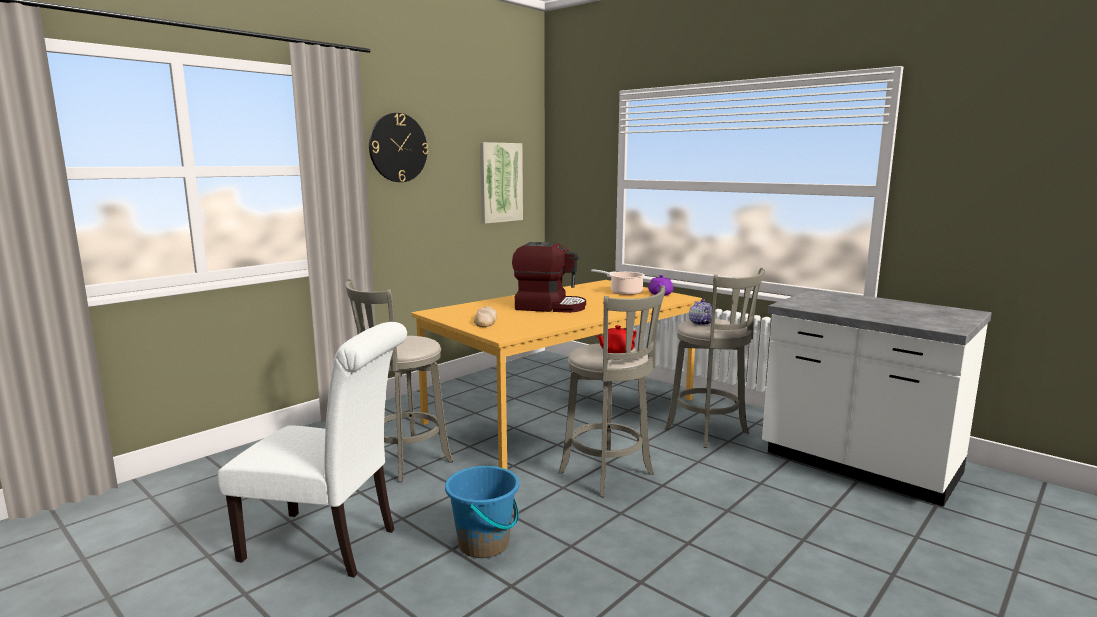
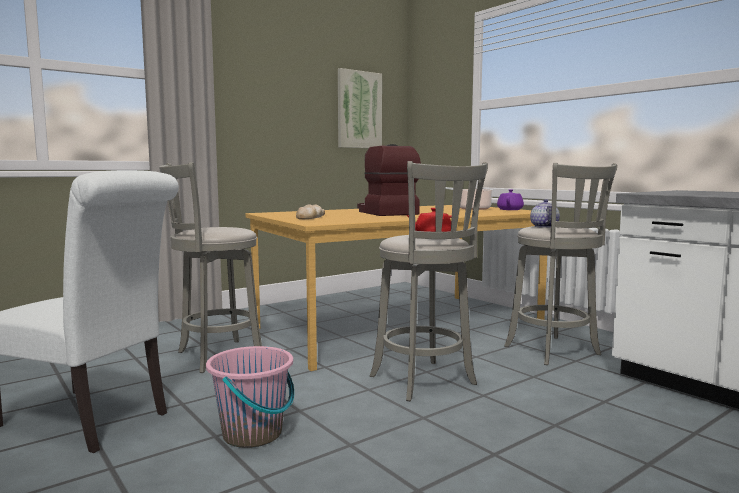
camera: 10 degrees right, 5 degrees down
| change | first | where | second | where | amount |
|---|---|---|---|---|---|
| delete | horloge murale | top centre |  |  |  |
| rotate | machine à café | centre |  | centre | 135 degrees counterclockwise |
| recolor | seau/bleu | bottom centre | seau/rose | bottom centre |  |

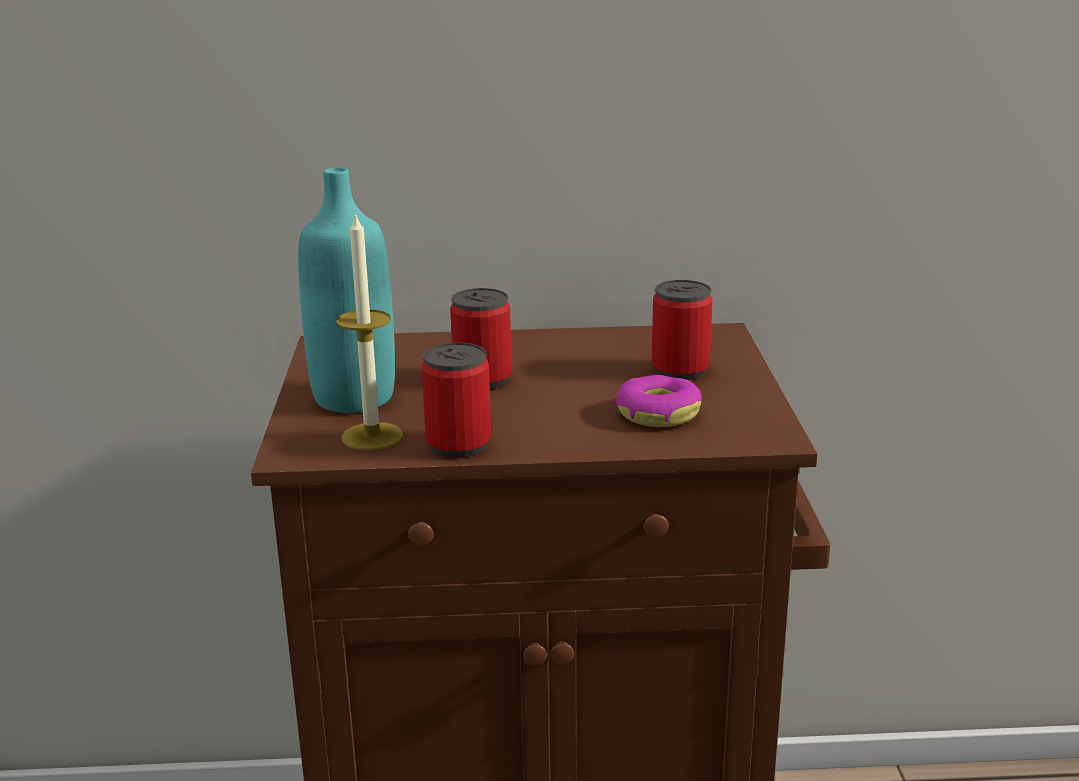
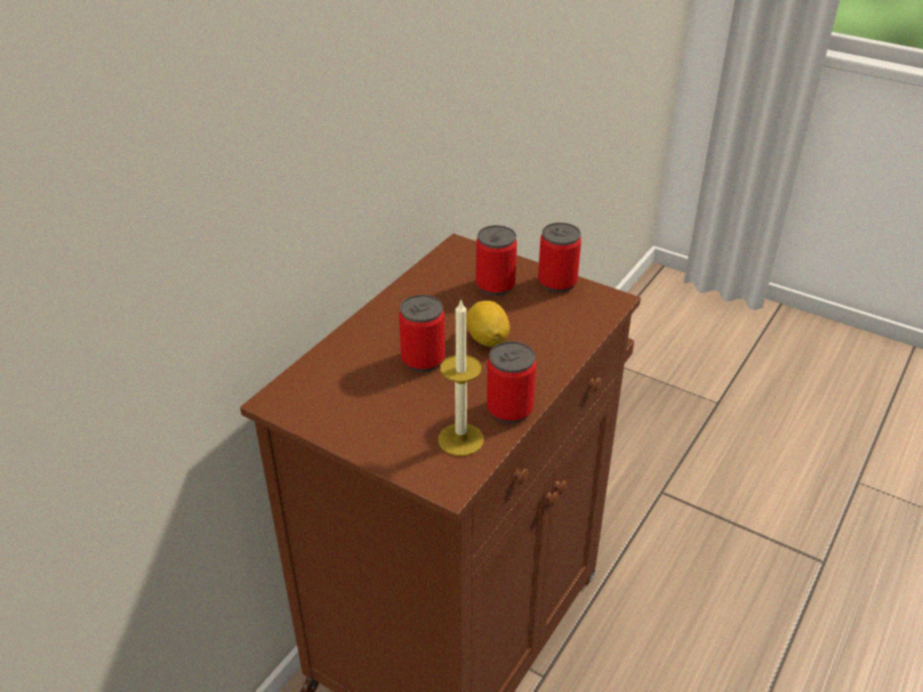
camera: 55 degrees left, 15 degrees up
| change | first | where | second | where | amount |
|---|---|---|---|---|---|
| delete | bouteille/turquoise | middle left |  |  |  |
| delete | beignet | centre |  |  |  |
| insert |  |  | boîte métallique (4th from left) | centre |  |
| insert |  |  | citron | centre |  |

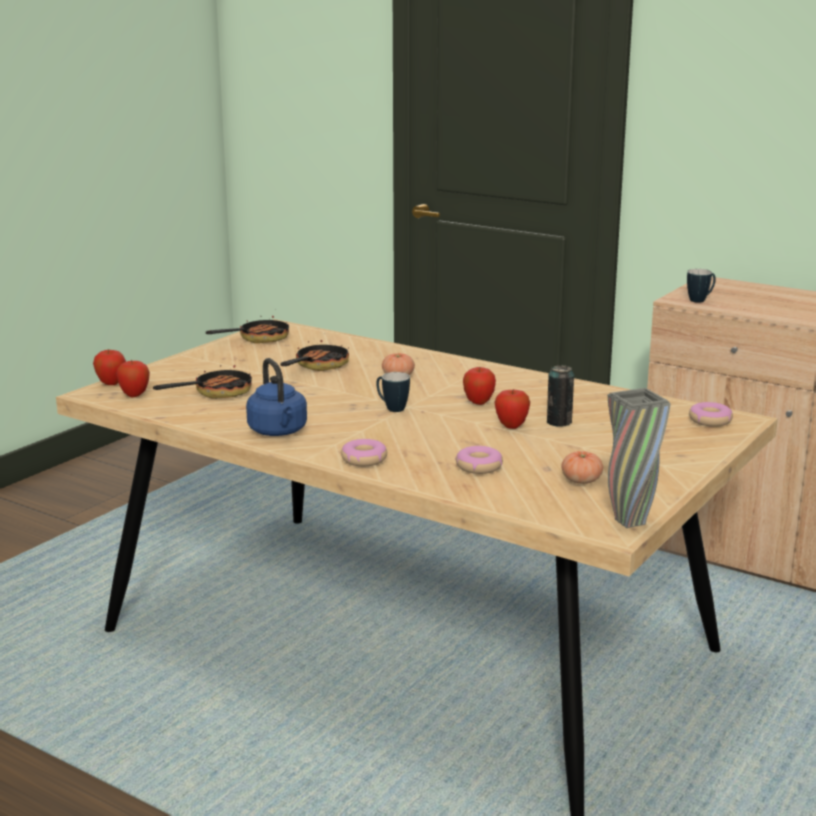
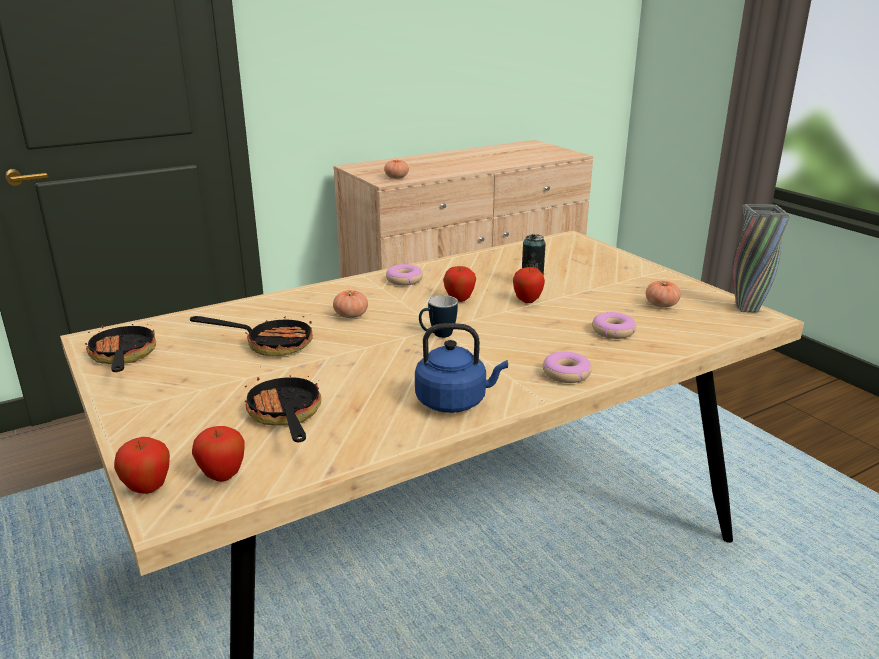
camera: 65 degrees left, 5 degrees up
| change | first | where | second | where | amount |
|---|---|---|---|---|---|
| replace | mug (2nd from left) | middle right | tomate (2nd from left) | top centre |  |
| rotate | poêle (3rd from left in the first image) | centre | poêle (2nd from left) | middle left | 135 degrees clockwise |
| move | beignet (3rd from left in the first image) | middle right | beignet (1st from left) | centre |  |

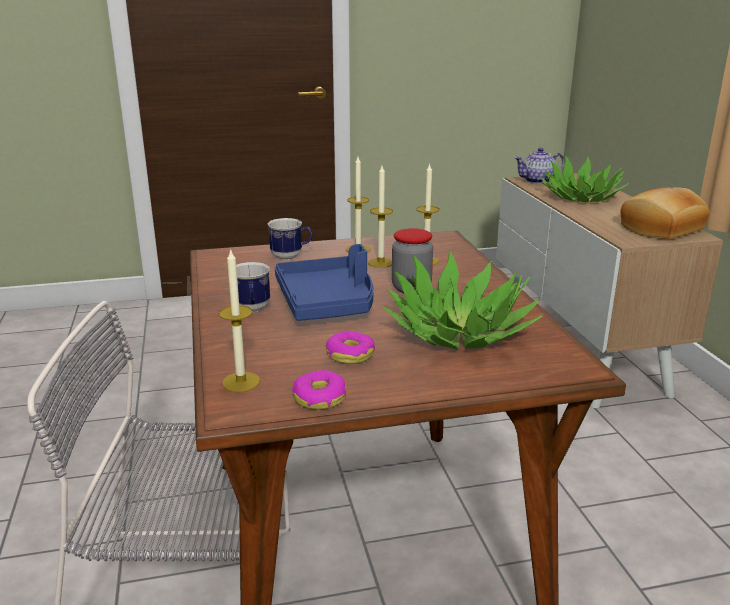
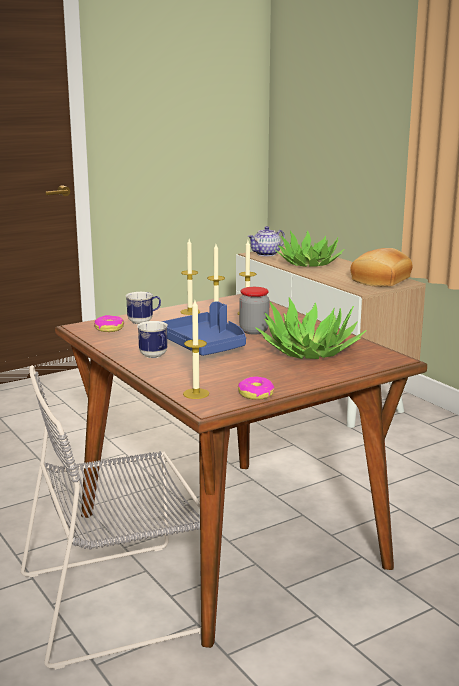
camera: 20 degrees left, 5 degrees down
| change | first | where | second | where | amount |
|---|---|---|---|---|---|
| move | beignet (2nd from left in the first image) | centre | beignet (1st from left) | middle left |  |

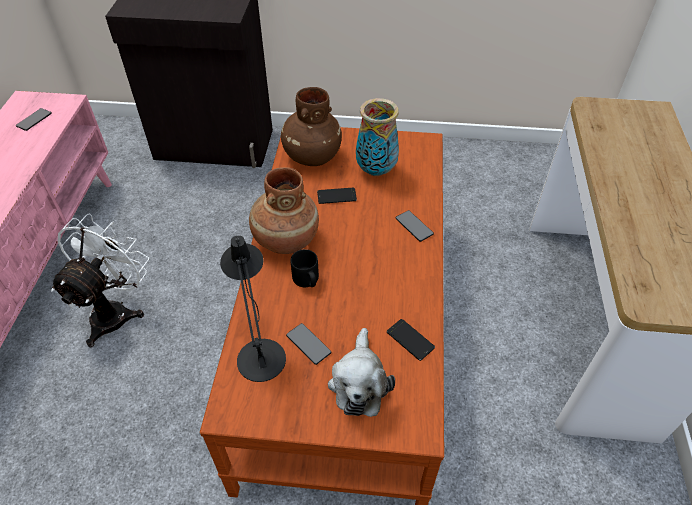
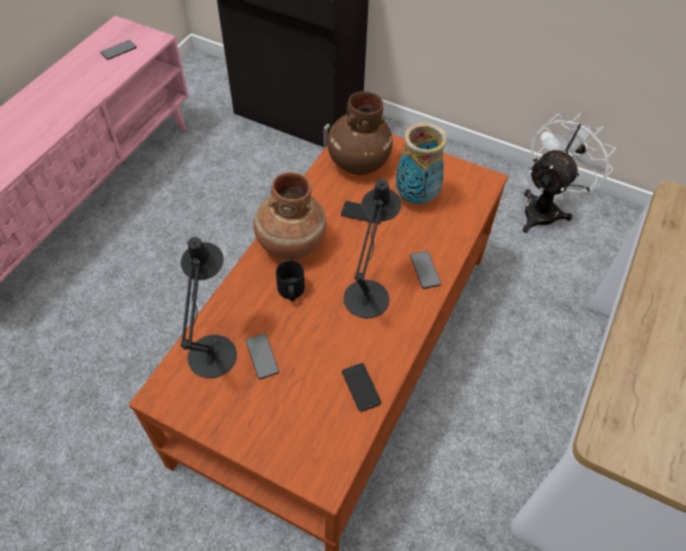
camera: 20 degrees right, 5 degrees up
| change | first | where | second | where | amount |
|---|---|---|---|---|---|
| move | ventilateur/blanc | middle left |  | top right |  |
| delete | peluche | bottom centre |  |  |  |
| insert |  |  | lampe de table/noir (2nd from left) | centre |  |

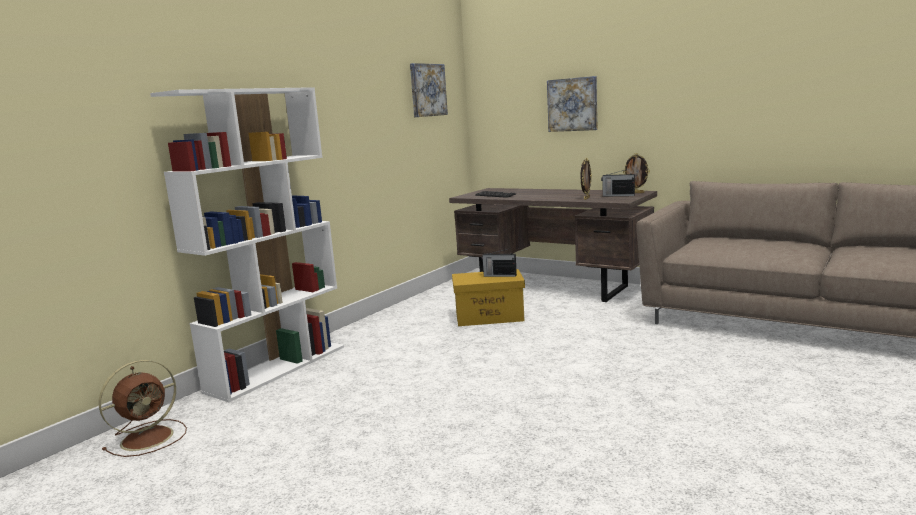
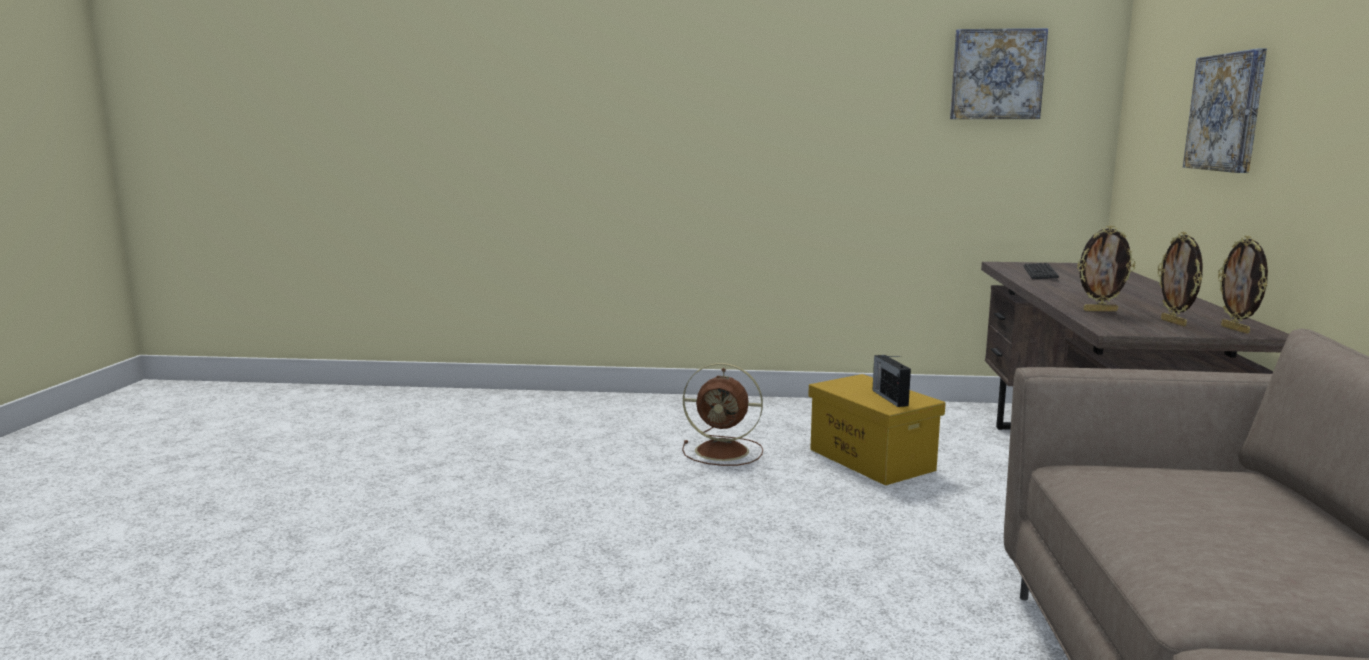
camera: 60 degrees right, 0 degrees up
| change | first | where | second | where | amount |
|---|---|---|---|---|---|
| delete | bibliothèque/blanc | middle left |  |  |  |
| replace | radio (2nd from left) | middle right | cadre photo (2nd from left) | middle right |  |
| move | ventilateur/marron | bottom left |  | centre |  |

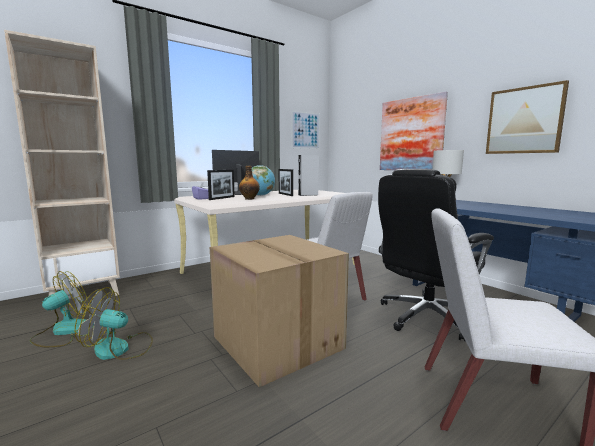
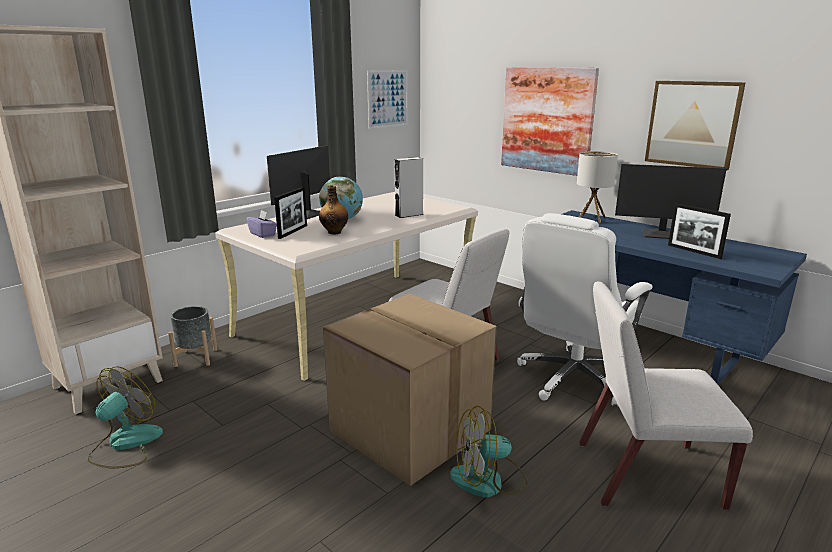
camera: 10 degrees left, 10 degrees up
| change | first | where | second | where | amount |
|---|---|---|---|---|---|
| move | cadre photo (2nd from left) | centre |  | middle right |  |
| recolor | chaise de bureau/noir | middle right | chaise de bureau/blanc | middle right |  |
| move | ventilateur (2nd from left) | bottom left |  | bottom centre |  |
| insert |  |  | écran d'ordinateur (2nd from left) | middle right |  |
| insert |  |  | cache-pot/gris | middle left |  |

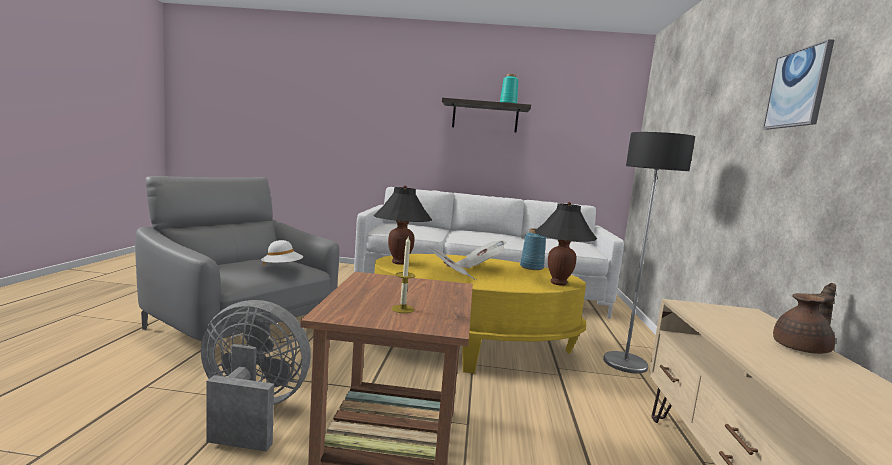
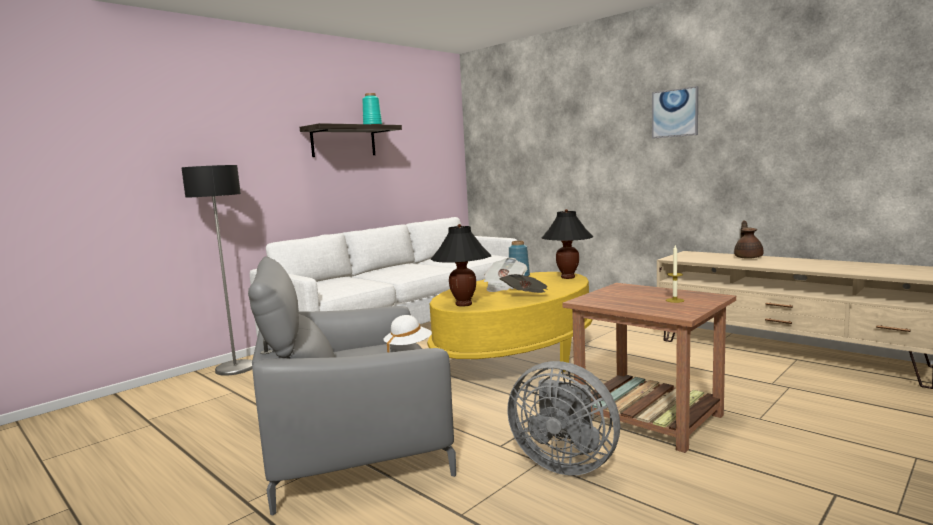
camera: 50 degrees left, 0 degrees up
| change | first | where | second | where | amount |
|---|---|---|---|---|---|
| move | lampadaire | middle right |  | middle left |  |
| rotate | ventilateur/gris | bottom left |  | bottom centre | 105 degrees counterclockwise |

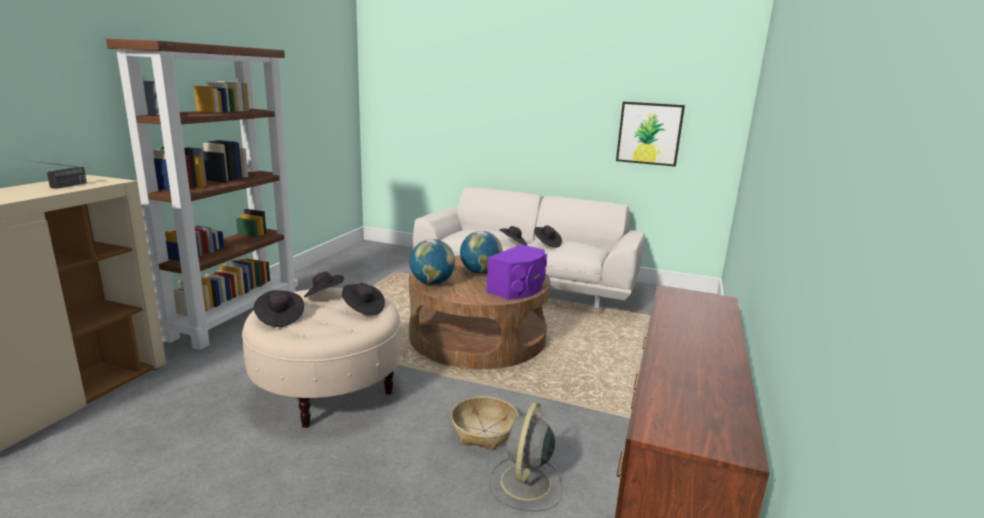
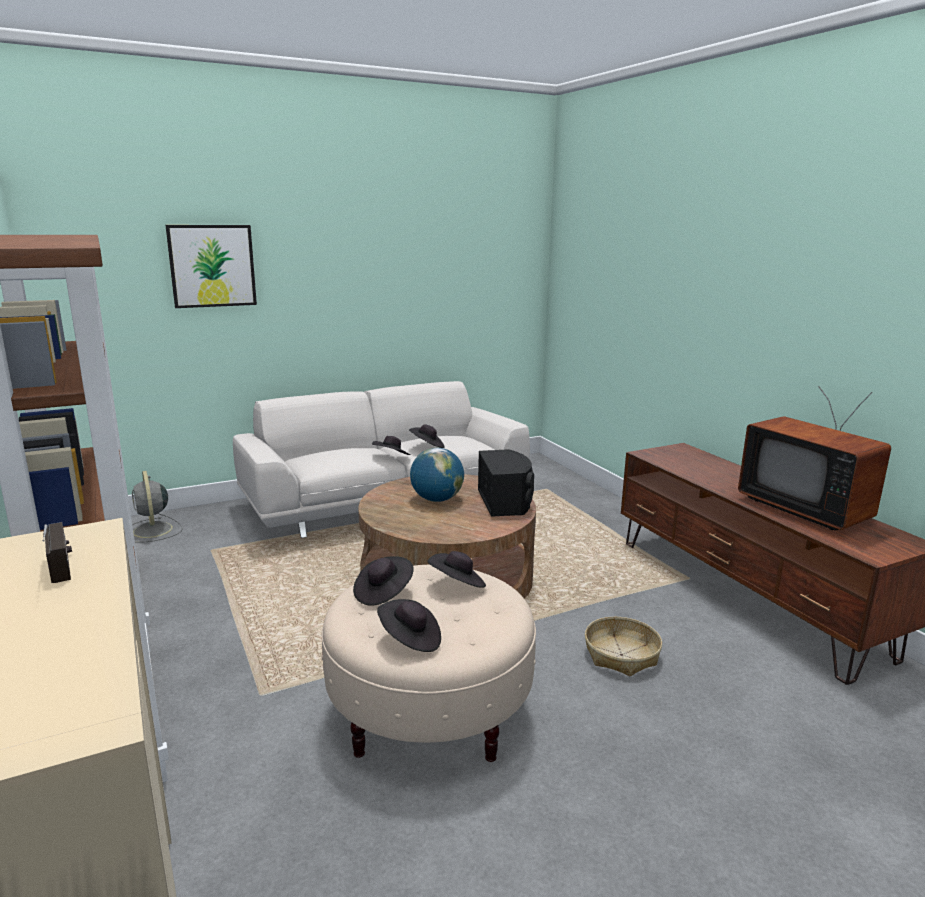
camera: 45 degrees left, 0 degrees up
| change | first | where | second | where | amount |
|---|---|---|---|---|---|
| move | tableau | top centre |  | top left |  |
| delete | globe (1st from left) | centre |  |  |  |
| recolor | enceinte/violet | centre | enceinte/noir | centre |  |
| move | ventilateur/gris | bottom centre |  | middle left |  |
| insert |  |  | téléviseur | middle right |  |

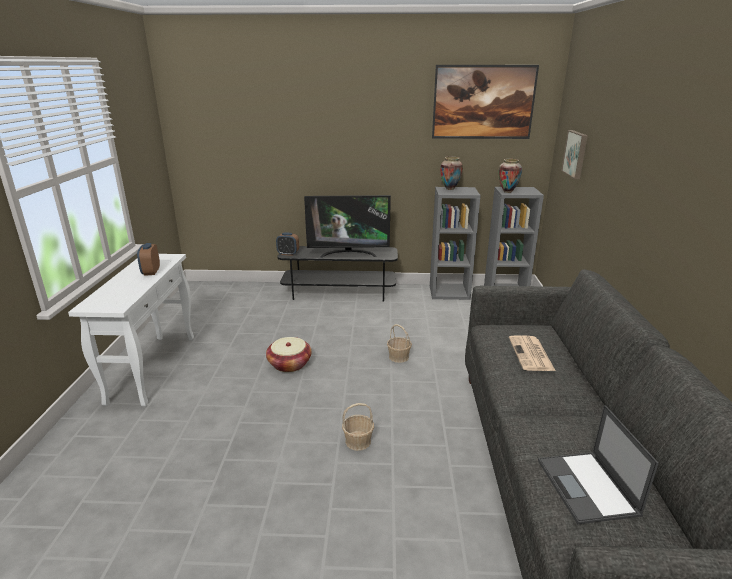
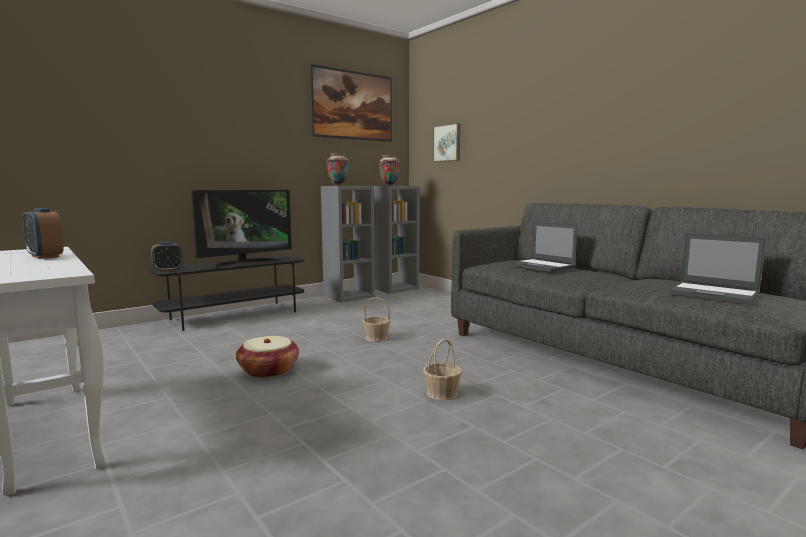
camera: 40 degrees left, 15 degrees down
| change | first | where | second | where | amount |
|---|---|---|---|---|---|
| replace | journal | middle right | ordinateur portable (1st from left) | middle right |  |

